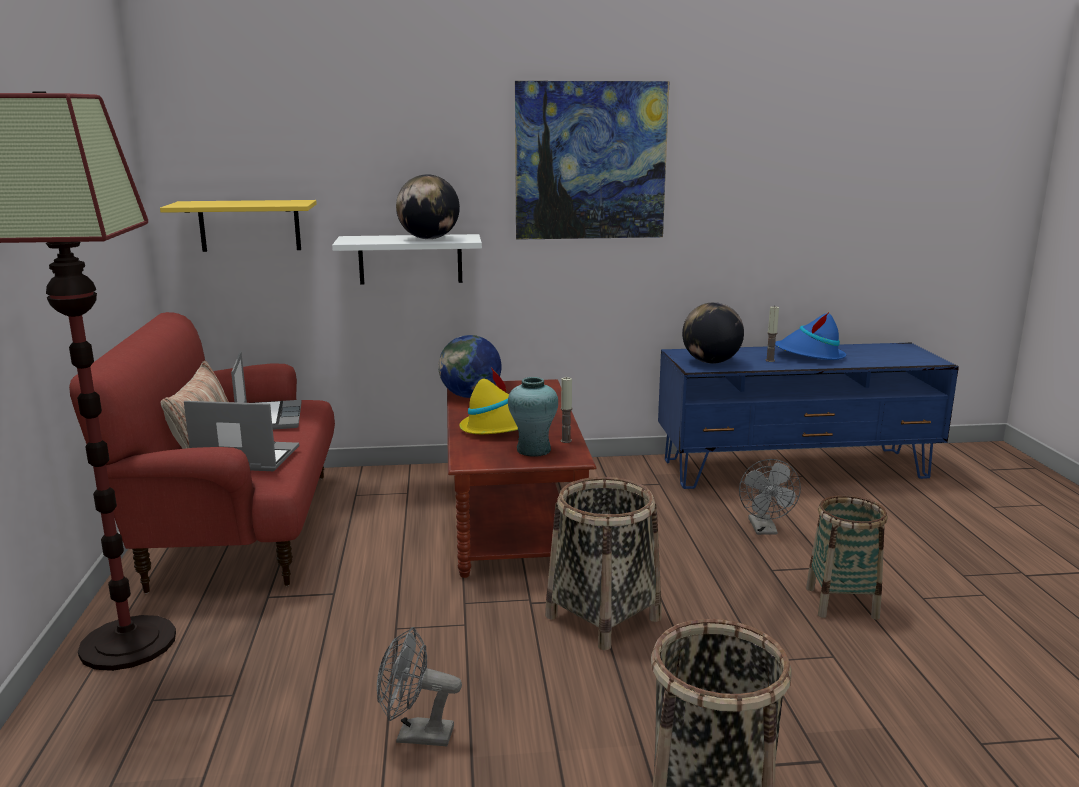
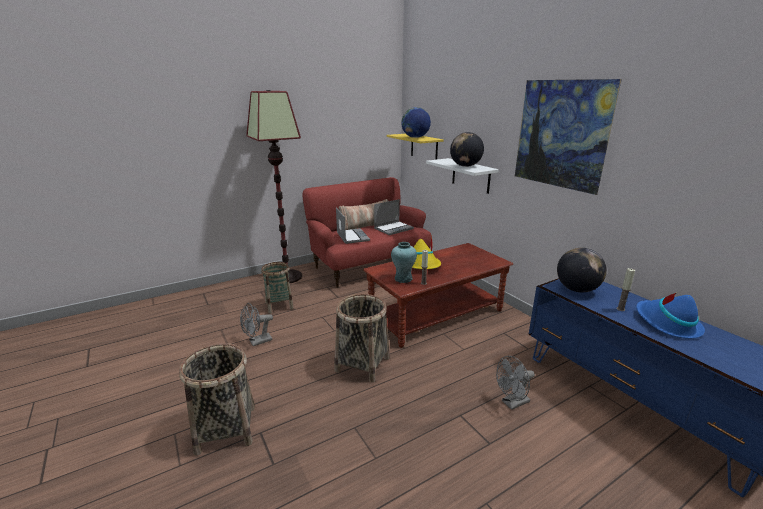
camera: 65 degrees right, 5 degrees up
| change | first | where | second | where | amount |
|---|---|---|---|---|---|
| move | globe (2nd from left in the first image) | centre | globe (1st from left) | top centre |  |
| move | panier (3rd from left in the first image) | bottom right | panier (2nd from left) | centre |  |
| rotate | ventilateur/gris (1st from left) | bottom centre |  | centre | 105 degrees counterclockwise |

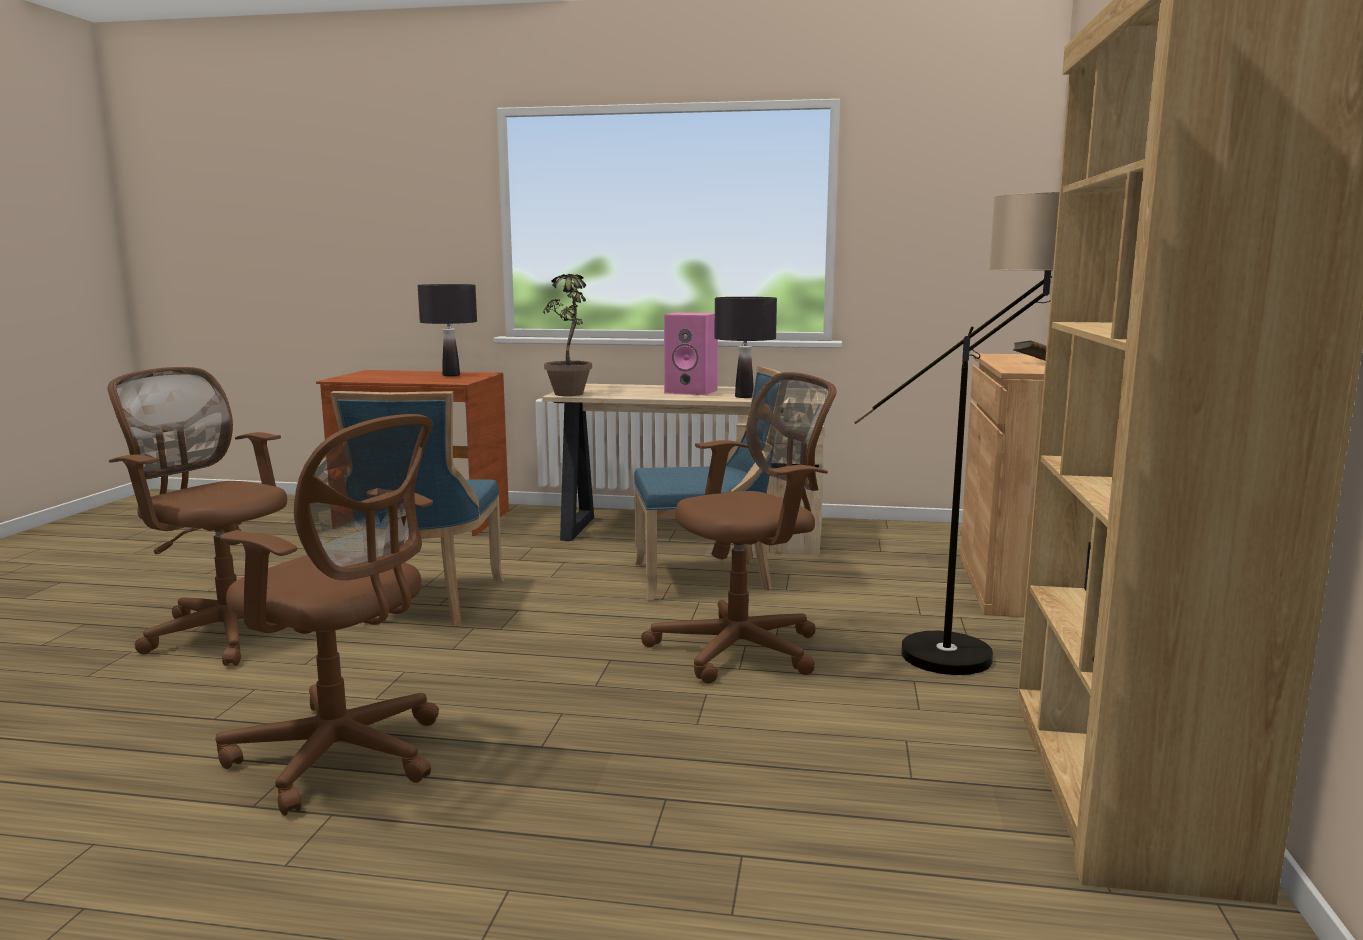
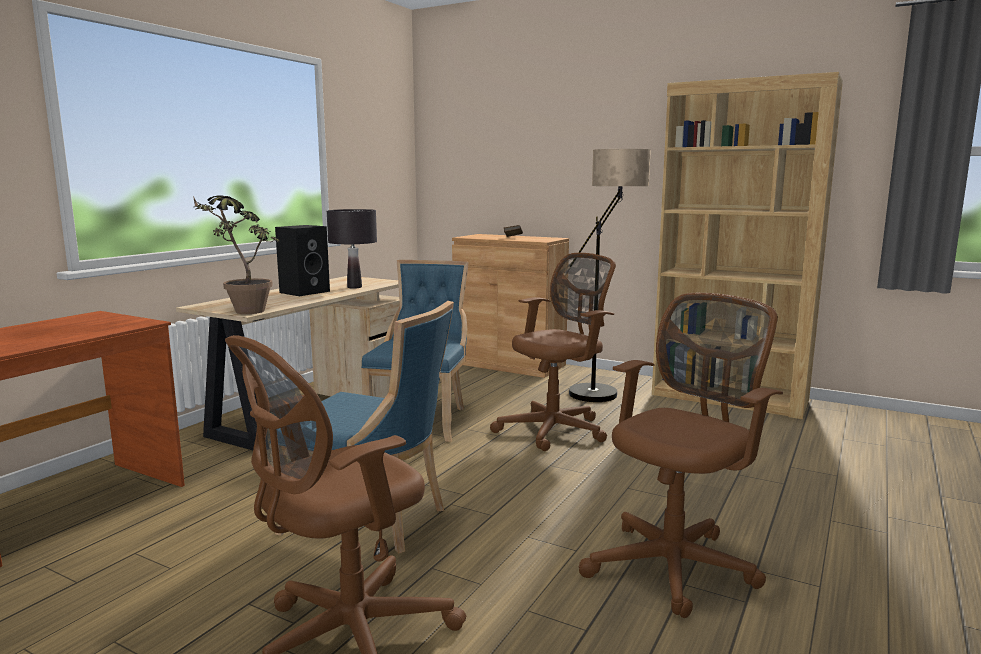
camera: 70 degrees left, 0 degrees up
| change | first | where | second | where | amount |
|---|---|---|---|---|---|
| delete | lampe de table/noir (1st from left) | middle left |  |  |  |
| recolor | enceinte/rose | centre | enceinte/noir | middle left |  |
| rotate | chaise de bureau/marron (3rd from left in the first image) | centre | chaise de bureau/marron (2nd from left) | centre | 60 degrees clockwise |

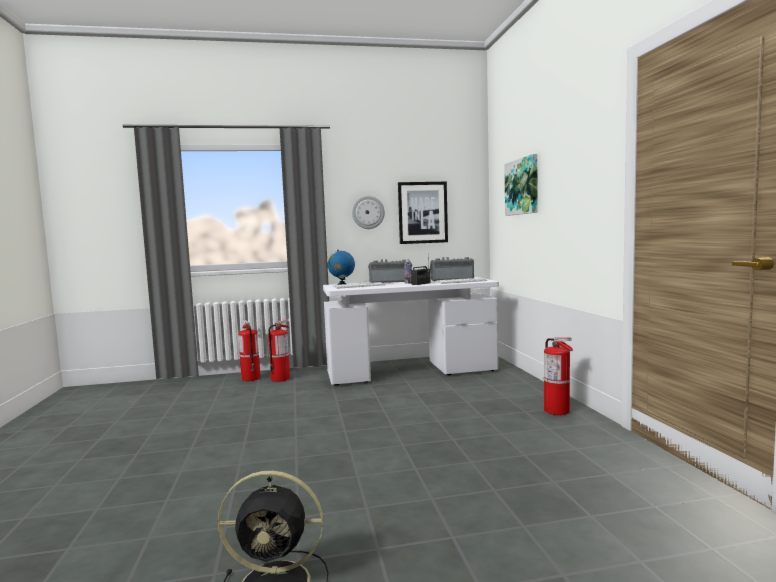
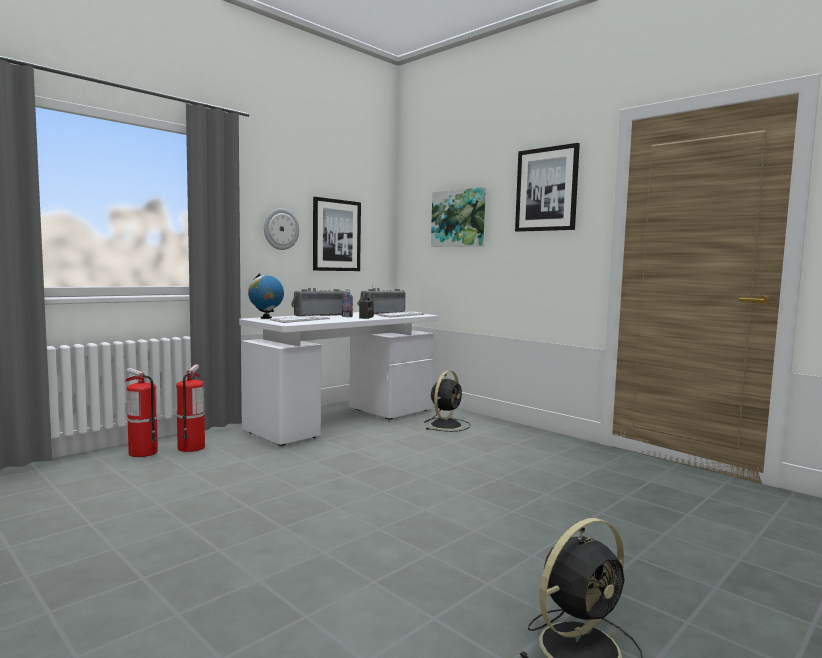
camera: 35 degrees left, 0 degrees up
| change | first | where | second | where | amount |
|---|---|---|---|---|---|
| delete | extincteur (3rd from left) | middle right |  |  |  |
| insert |  |  | tableau (3rd from left) | top centre |  |
| insert |  |  | ventilateur/noir (1st from left) | centre |  |

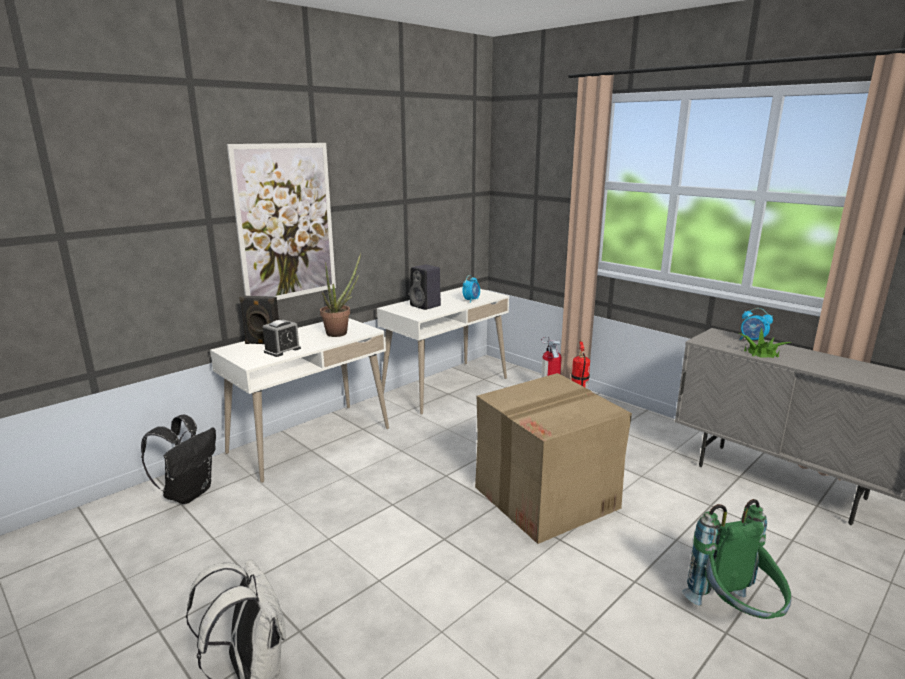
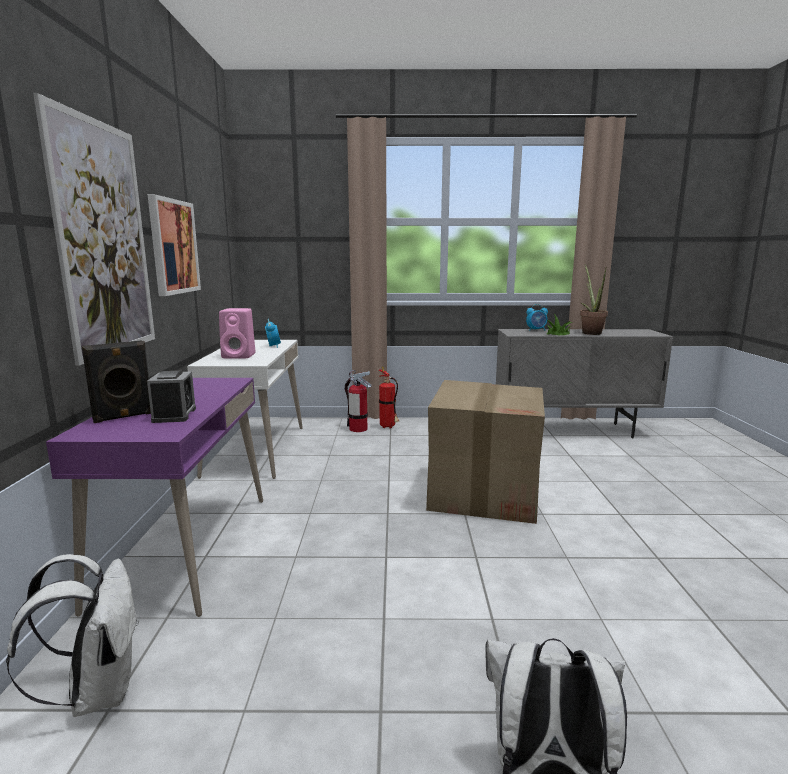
camera: 45 degrees left, 5 degrees down
| change | first | where | second | where | amount |
|---|---|---|---|---|---|
| move | plante en pot (1st from left in the first image) | centre | plante en pot (2nd from left) | middle right |  |
| recolor | enceinte/noir (2nd from left) | centre | enceinte/rose | middle left |  |
| recolor | bureau/blanc (1st from left) | middle left | bureau/violet | middle left |  |
| recolor | sac à dos/noir | bottom left | sac à dos/blanc (1st from left) | bottom left |  |
| delete | sac à dos/vert | bottom right |  |  |  |
| insert |  |  | tableau (2nd from left) | top left |  |

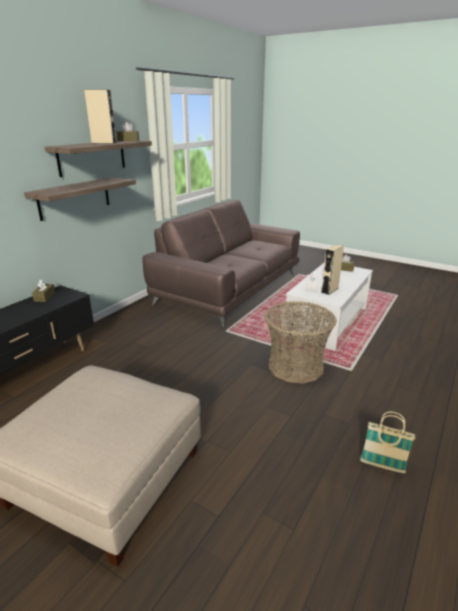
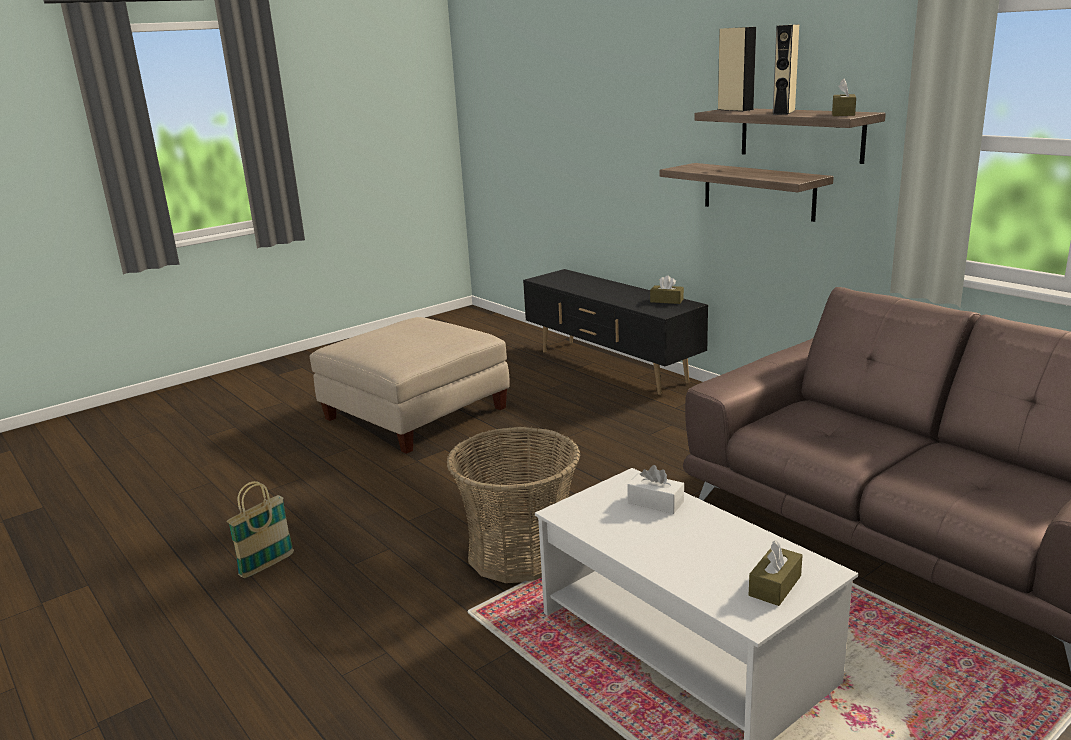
camera: 110 degrees right, 5 degrees down
| change | first | where | second | where | amount |
|---|---|---|---|---|---|
| move | enceinte/beige (2nd from left in the first image) | middle right | enceinte/beige (1st from left) | top right |  |

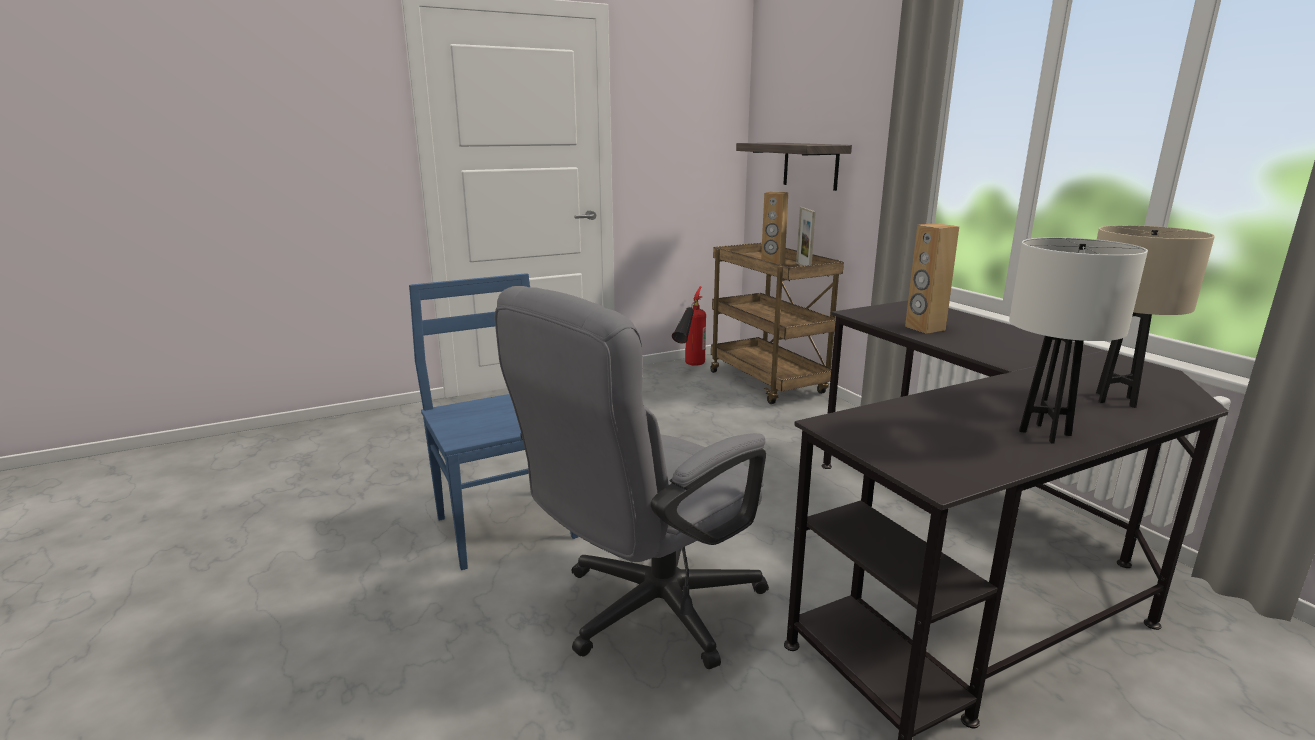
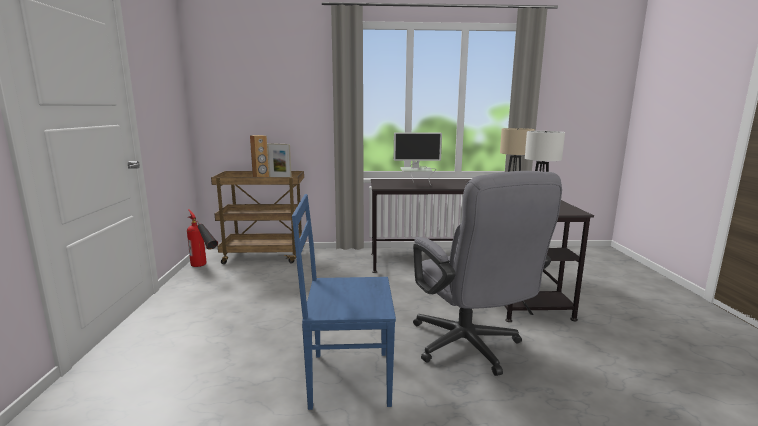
camera: 65 degrees left, 5 degrees down
| change | first | where | second | where | amount |
|---|---|---|---|---|---|
| delete | étagère | top centre |  |  |  |
| replace | enceinte/marron (2nd from left) | middle right | écran d'ordinateur | centre |  |

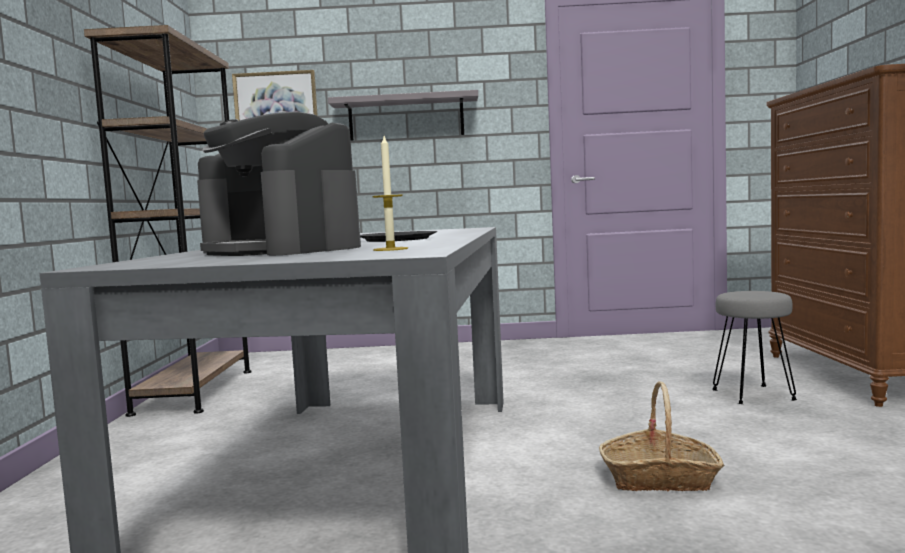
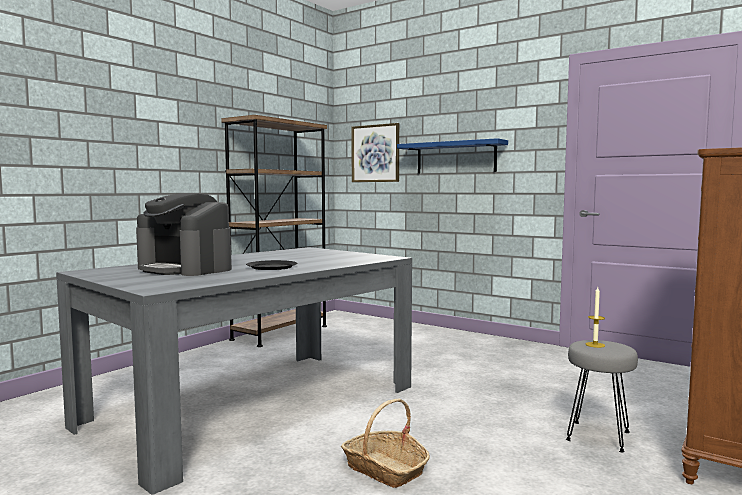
camera: 35 degrees right, 0 degrees up
| change | first | where | second | where | amount |
|---|---|---|---|---|---|
| recolor | étagère/gris | top centre | étagère/bleu | top centre |  |
| rotate | machine à café | top left |  | middle left | 45 degrees counterclockwise |
| move | bougie | centre |  | middle right |  |

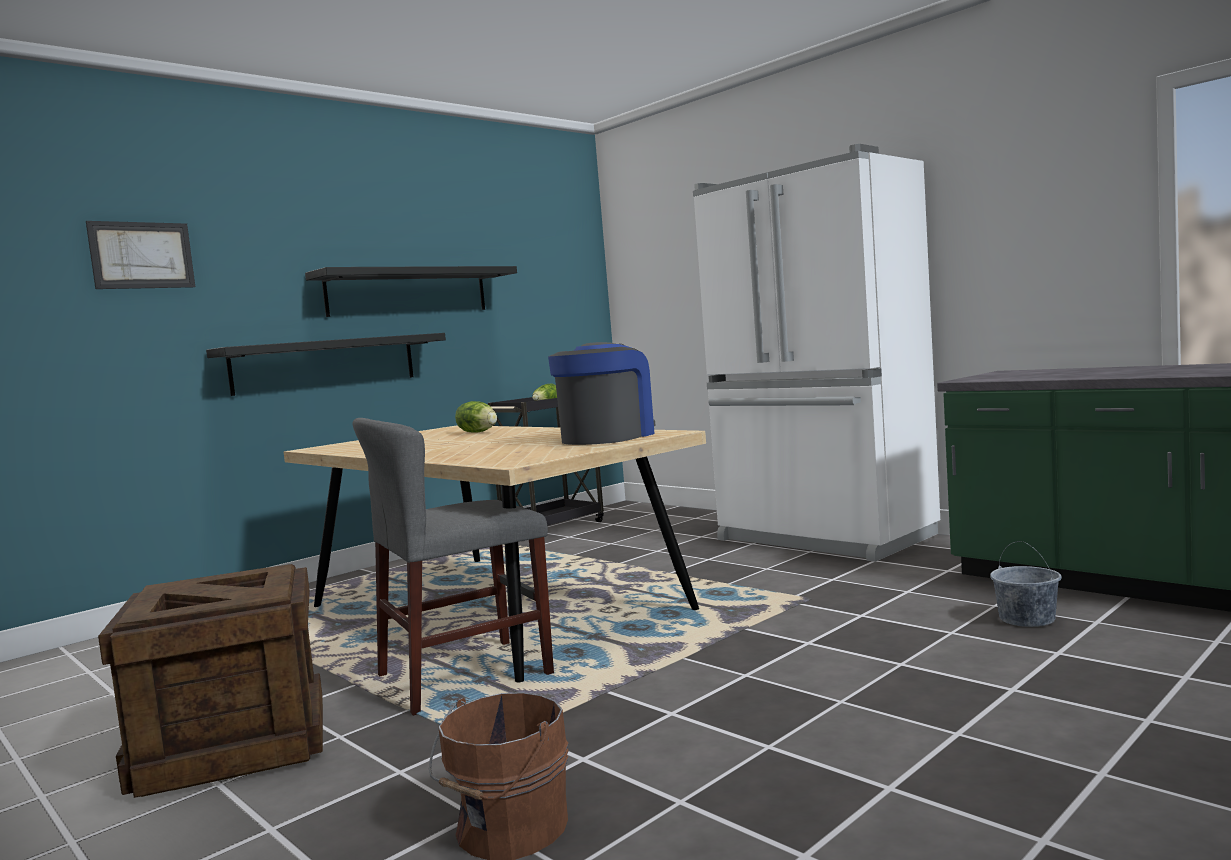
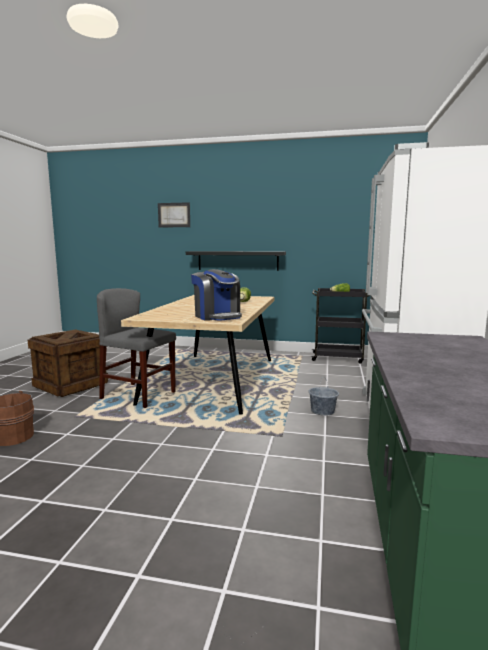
camera: 55 degrees right, 5 degrees up
| change | first | where | second | where | amount |
|---|---|---|---|---|---|
| delete | étagère/noir (2nd from left) | centre |  |  |  |
| rotate | machine à café | centre |  | centre | 60 degrees clockwise |
| move | seau/gris | bottom right |  | centre |  |

